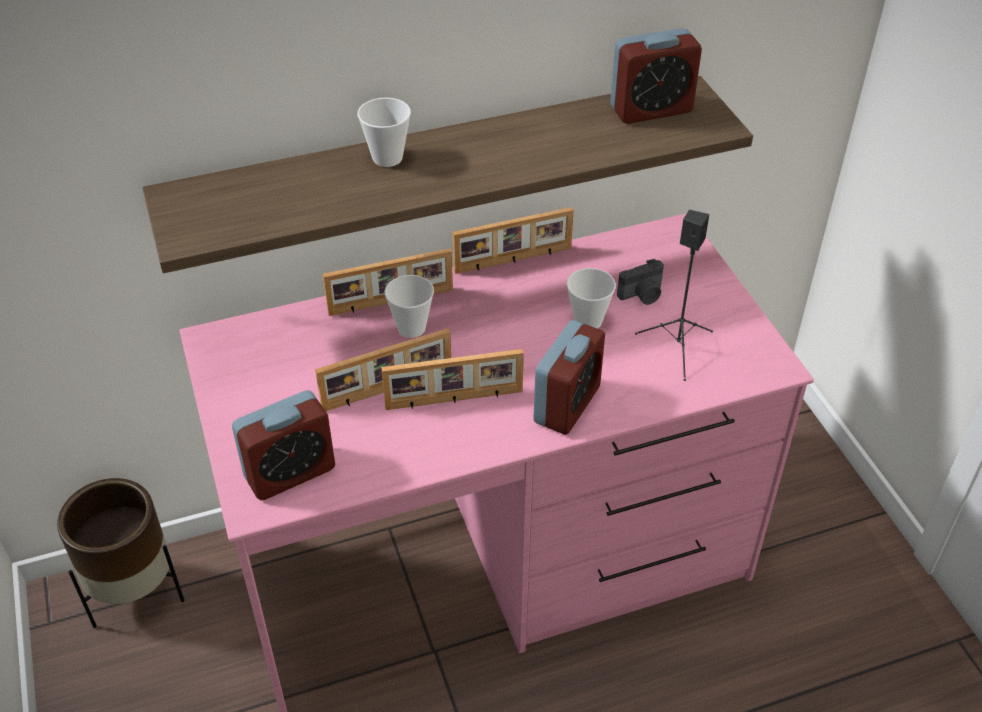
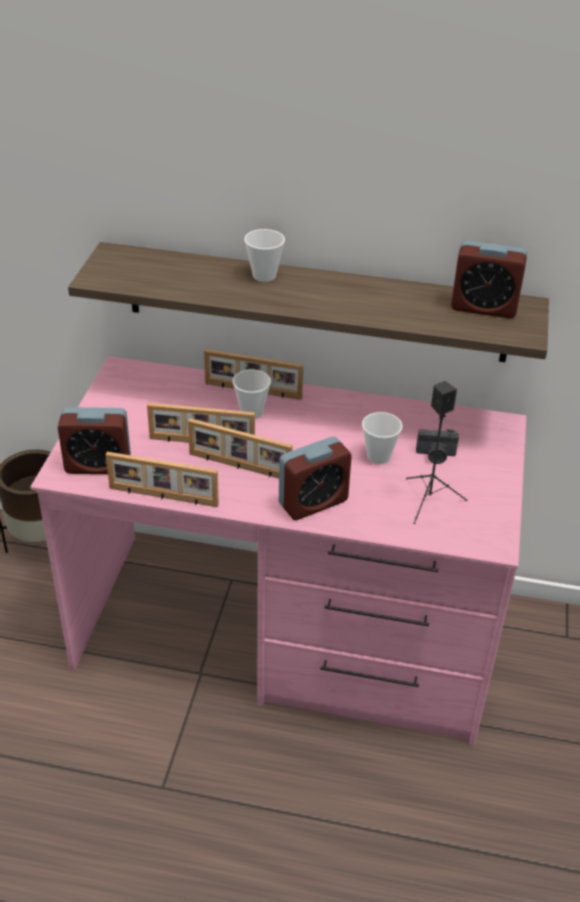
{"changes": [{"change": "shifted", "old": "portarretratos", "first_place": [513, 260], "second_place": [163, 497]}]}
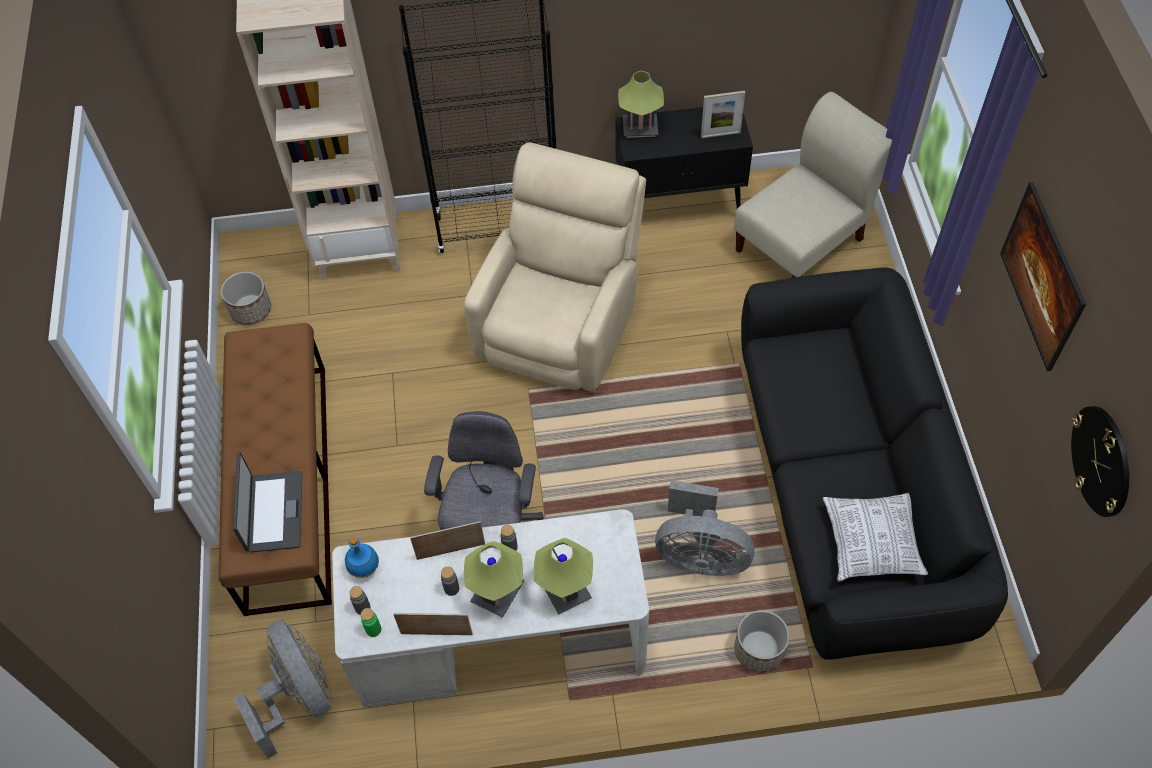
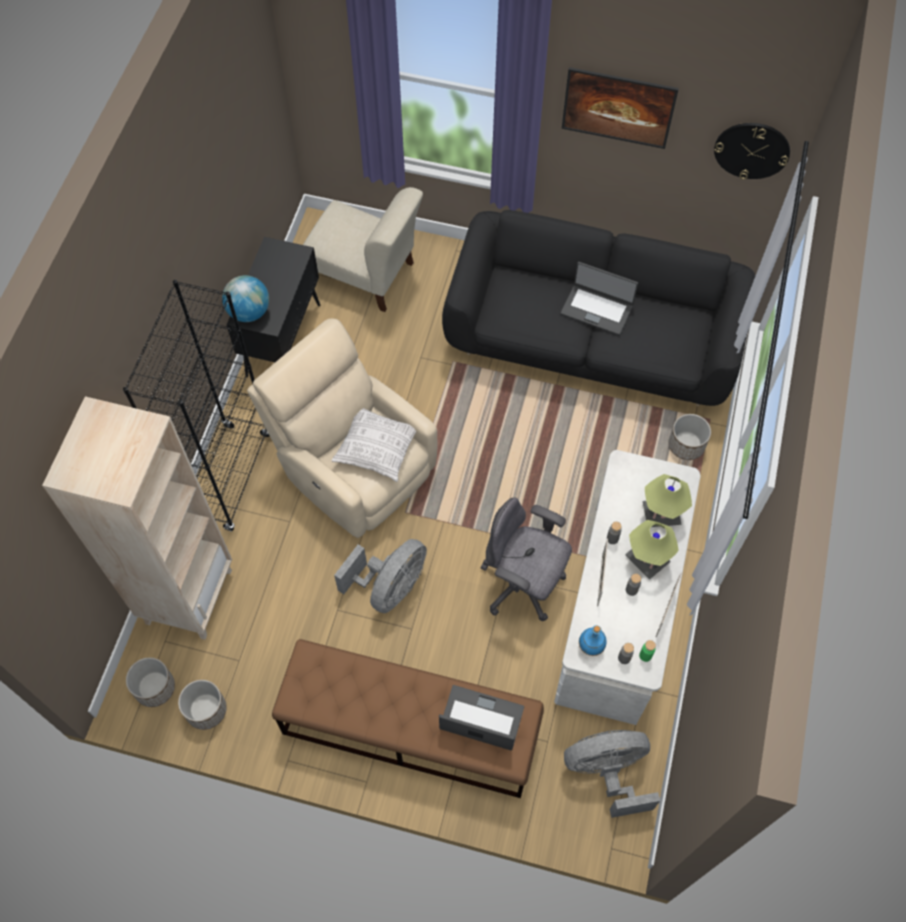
{"changes": [{"change": "swapped", "old": "lámpara de mesa", "new": "globo terráqueo", "first_place": [640, 128], "second_place": [249, 312]}, {"change": "shifted", "old": "ventilador/gris", "first_place": [700, 555], "second_place": [390, 587]}, {"change": "gone", "old": "portarretratos", "first_place": [720, 134]}, {"change": "rotated", "old": "silla/beis", "first_place": [803, 241], "second_place": [365, 275], "degrees": 135}, {"change": "shifted", "old": "cojín", "first_place": [871, 543], "second_place": [377, 449]}, {"change": "new", "new": "maceta", "second_place": [155, 687]}, {"change": "new", "new": "portátil", "second_place": [597, 309]}]}
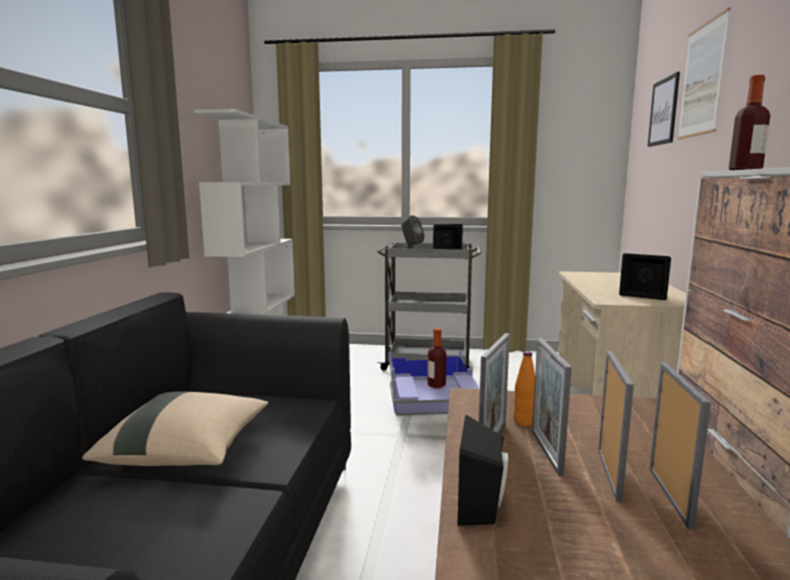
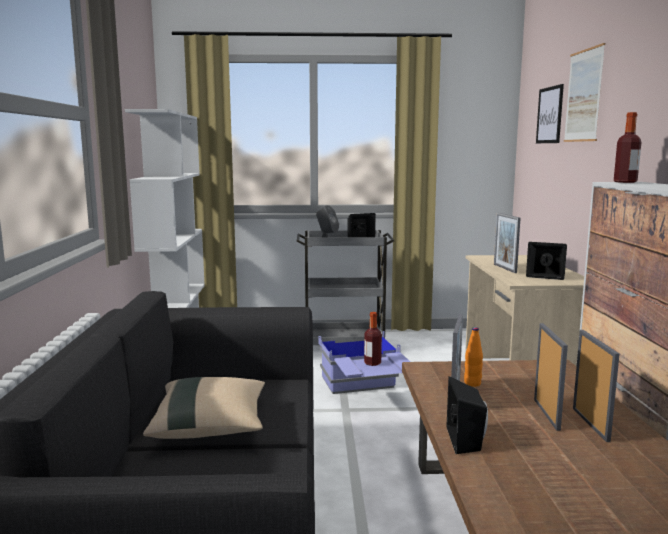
{"changes": [{"change": "shifted", "old": "portarretratos", "first_place": [546, 452], "second_place": [504, 268]}]}
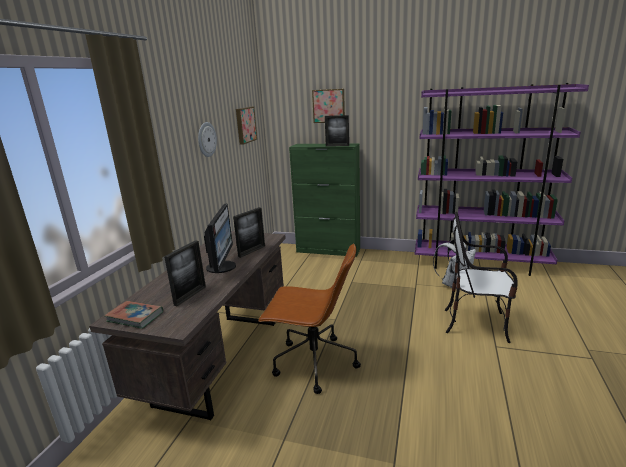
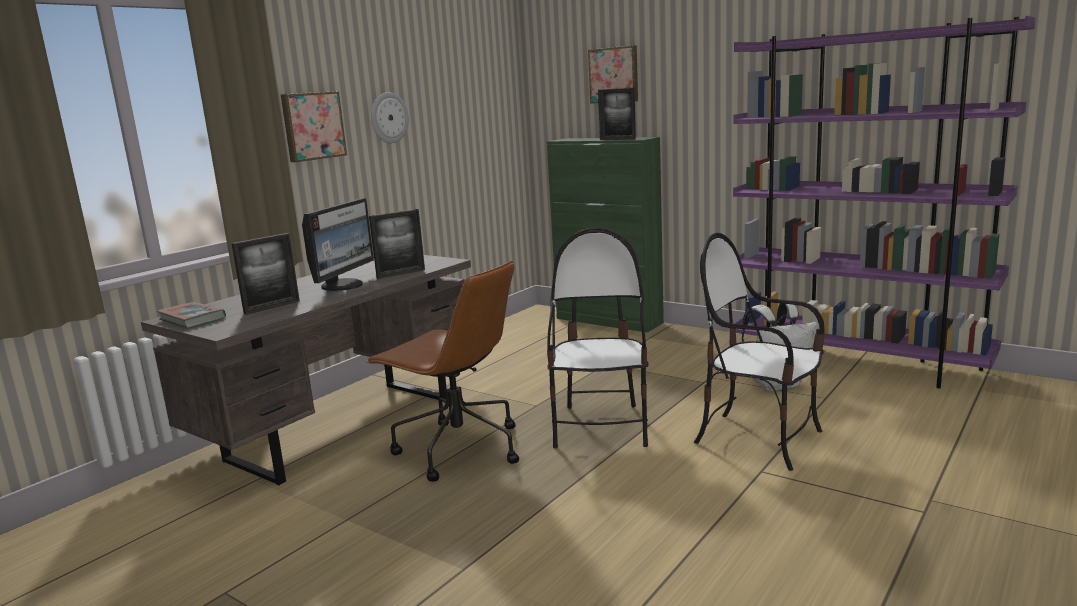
{"changes": [{"change": "shifted", "old": "cuadro", "first_place": [245, 125], "second_place": [312, 126]}, {"change": "new", "new": "silla", "second_place": [601, 427]}]}
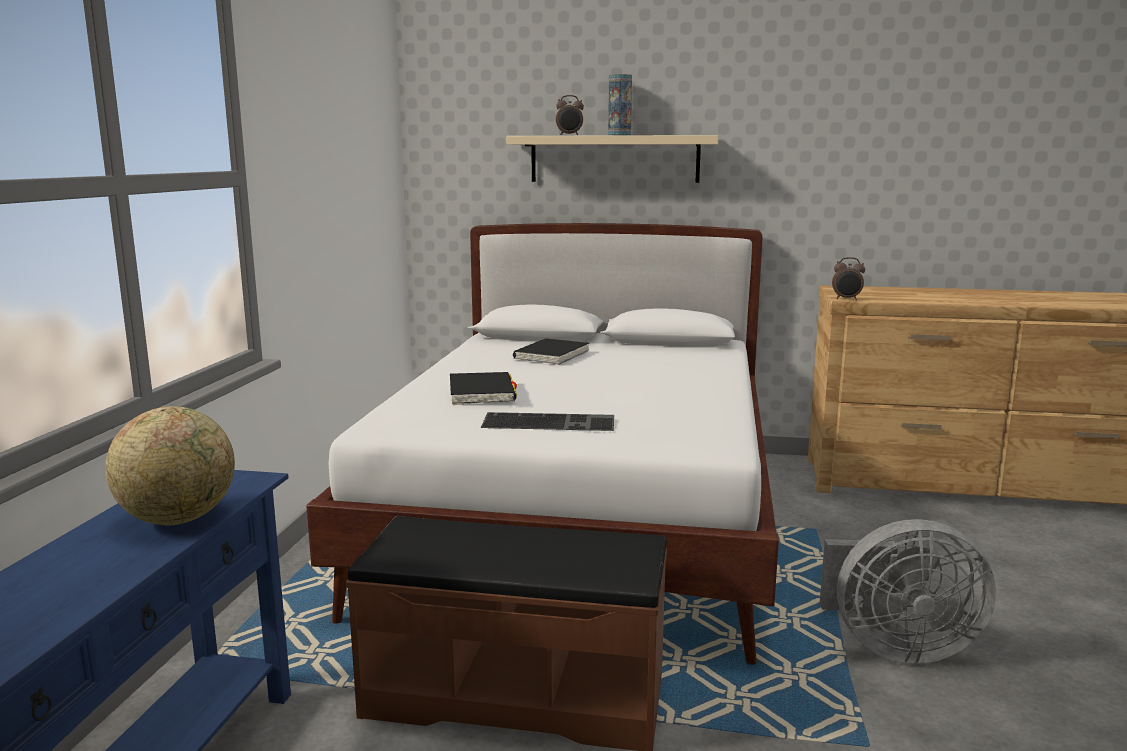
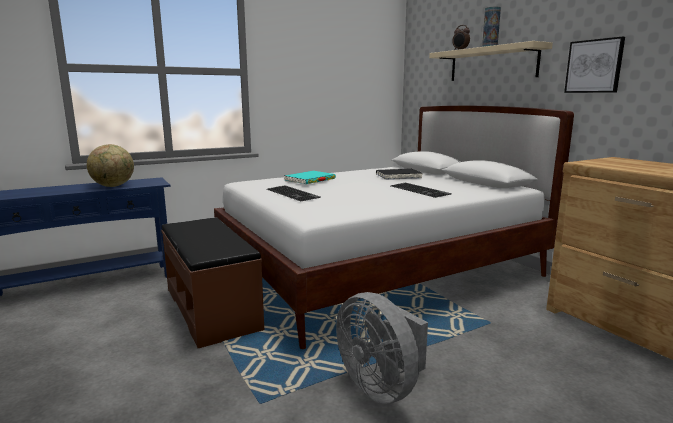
{"changes": [{"change": "repainted", "old": "libro/negro", "new": "libro/turquesa", "first_place": [482, 392], "second_place": [310, 180]}, {"change": "gone", "old": "despertador", "first_place": [846, 299]}, {"change": "new", "new": "teclado", "second_place": [420, 190]}, {"change": "new", "new": "cuadro", "second_place": [594, 66]}]}
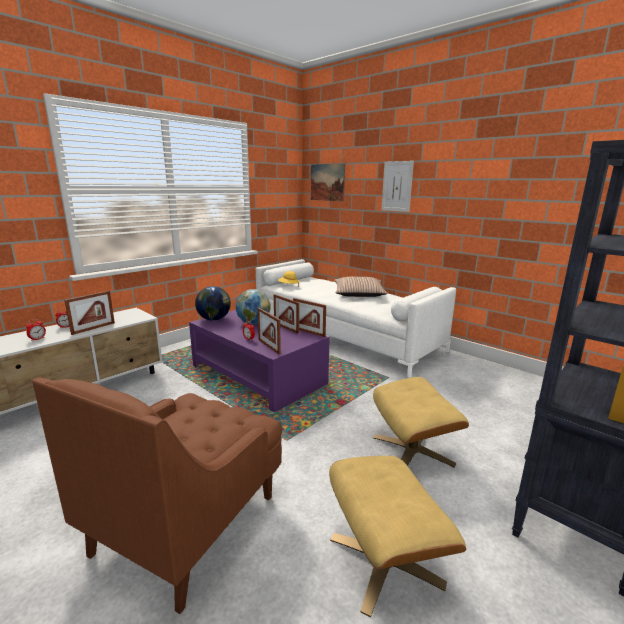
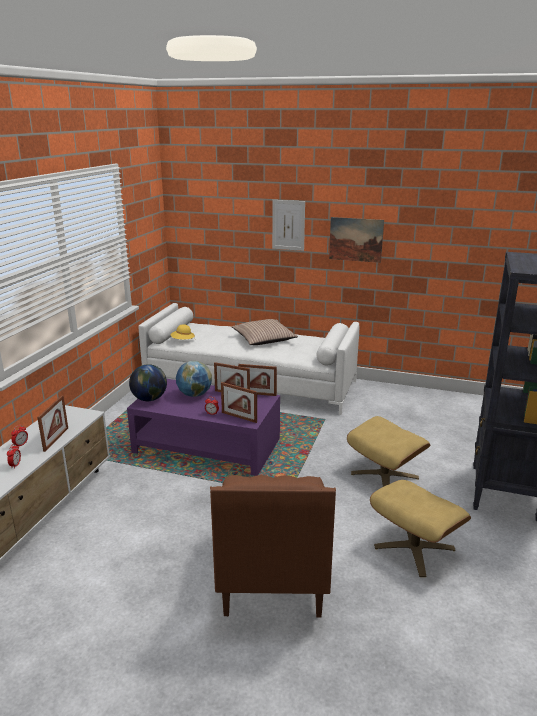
{"changes": [{"change": "shifted", "old": "cuadro", "first_place": [327, 182], "second_place": [356, 239]}]}
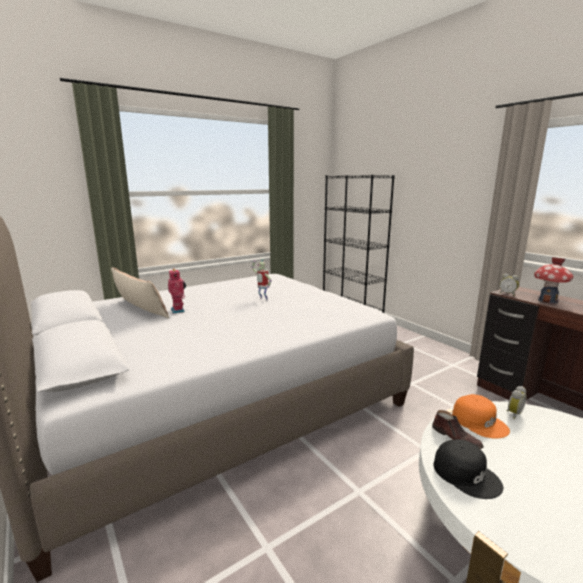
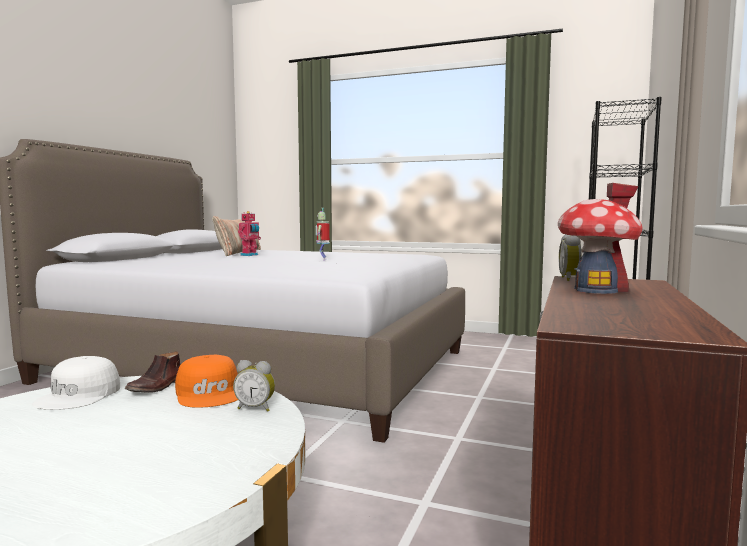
{"changes": [{"change": "repainted", "old": "gorra/negro", "new": "gorra/blanco", "first_place": [466, 474], "second_place": [80, 395]}, {"change": "rotated", "old": "gorra/naranja", "first_place": [479, 421], "second_place": [210, 393], "degrees": -45}]}
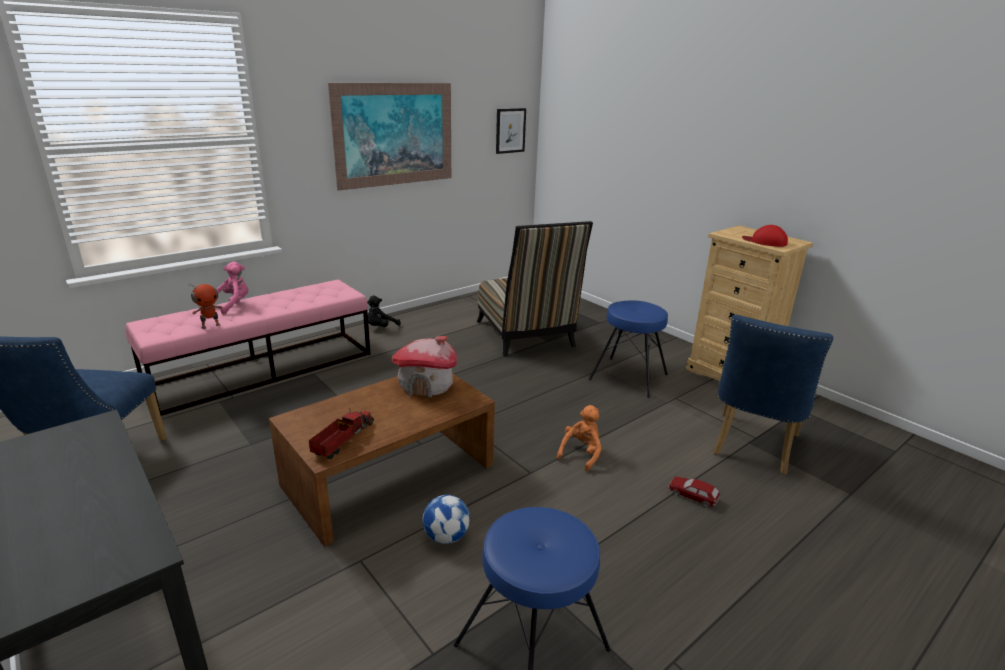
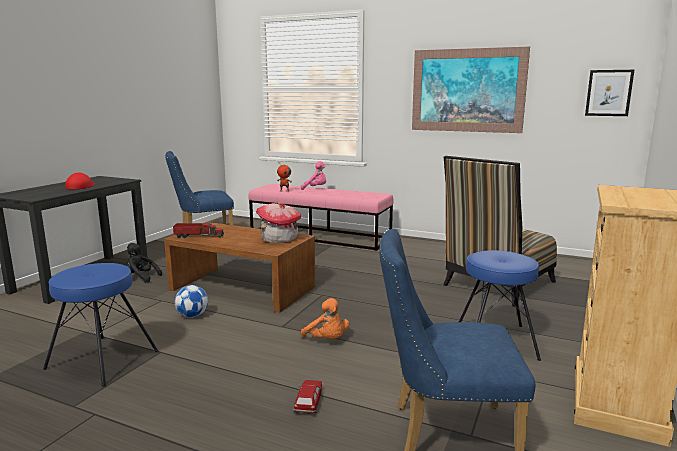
{"changes": [{"change": "shifted", "old": "peluche/negro", "first_place": [381, 327], "second_place": [140, 278]}, {"change": "rotated", "old": "peluche/naranja", "first_place": [581, 453], "second_place": [327, 340], "degrees": 45}, {"change": "shifted", "old": "gorra/rojo", "first_place": [765, 241], "second_place": [81, 186]}]}
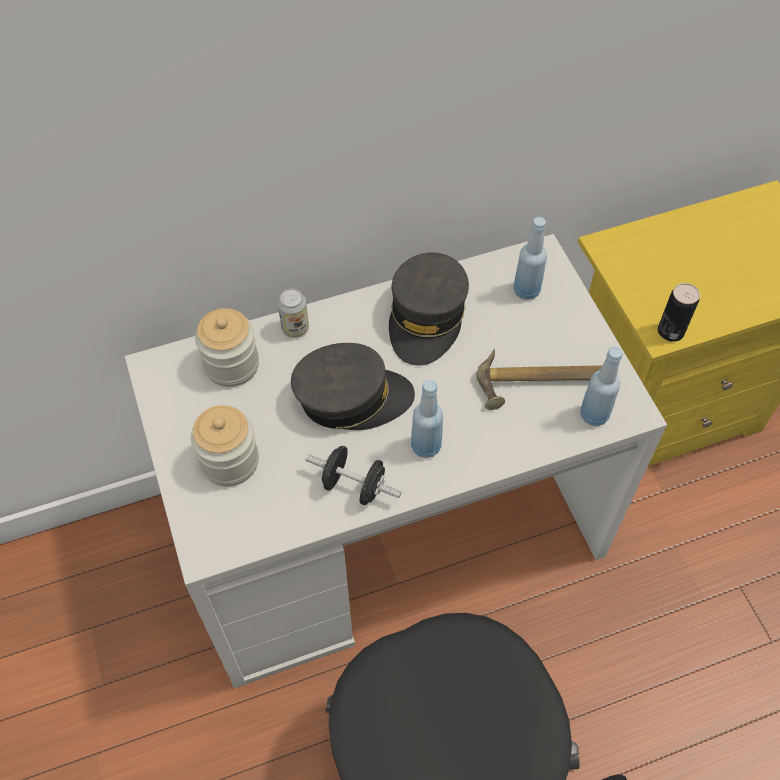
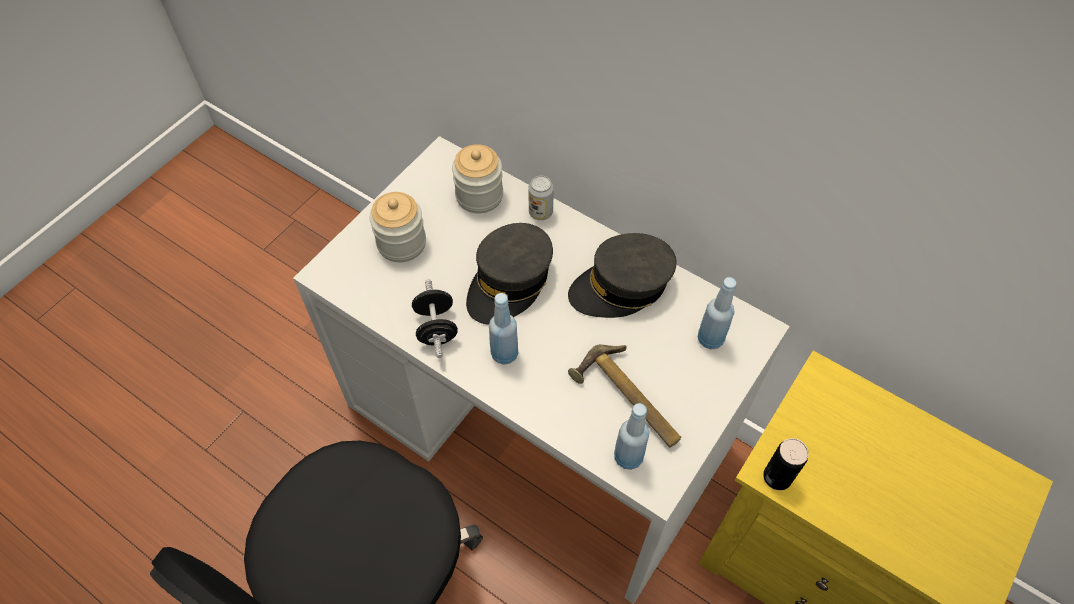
{"changes": [{"change": "rotated", "old": "gorra/gris", "first_place": [352, 398], "second_place": [509, 282], "degrees": 75}]}
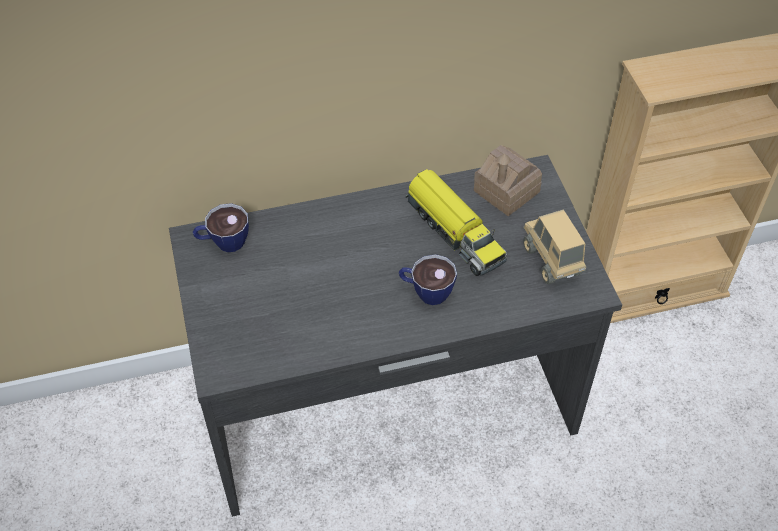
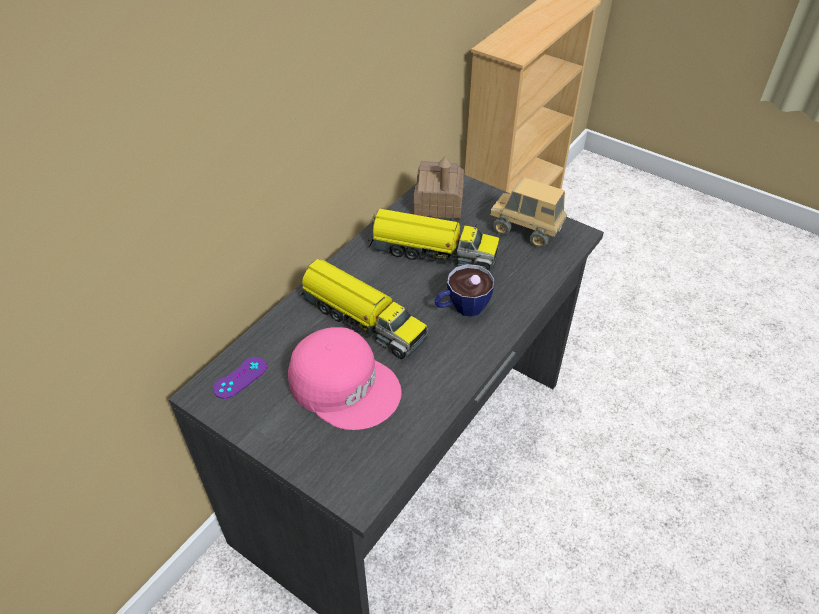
{"changes": [{"change": "swapped", "old": "taza", "new": "mando de consola/morado", "first_place": [223, 242], "second_place": [240, 377]}, {"change": "new", "new": "gorra/rosa", "second_place": [345, 384]}, {"change": "new", "new": "camión de juguete", "second_place": [362, 318]}]}
